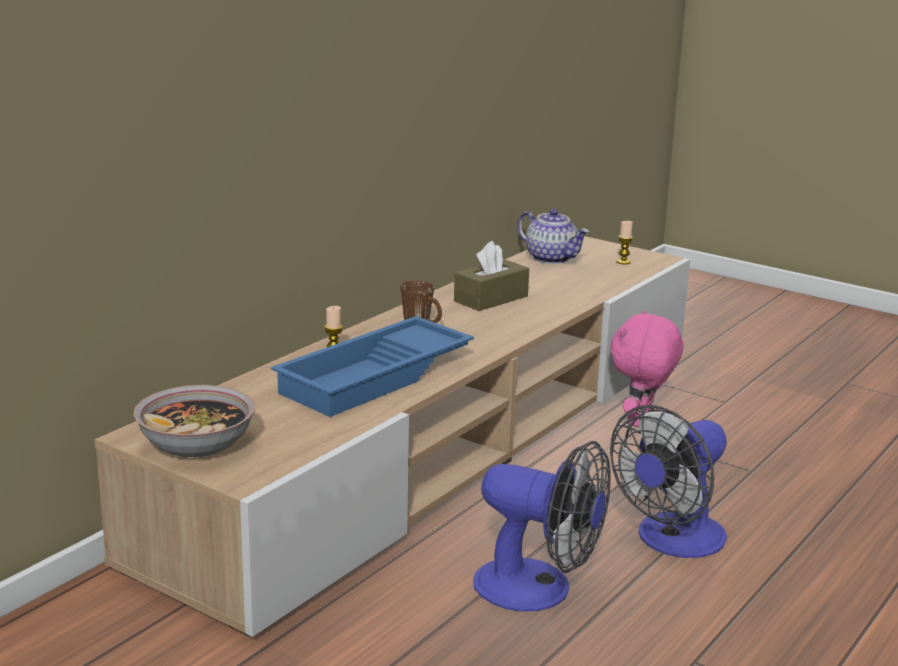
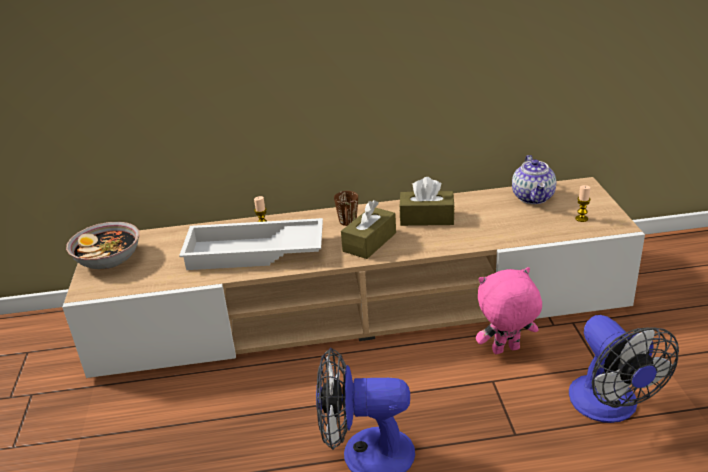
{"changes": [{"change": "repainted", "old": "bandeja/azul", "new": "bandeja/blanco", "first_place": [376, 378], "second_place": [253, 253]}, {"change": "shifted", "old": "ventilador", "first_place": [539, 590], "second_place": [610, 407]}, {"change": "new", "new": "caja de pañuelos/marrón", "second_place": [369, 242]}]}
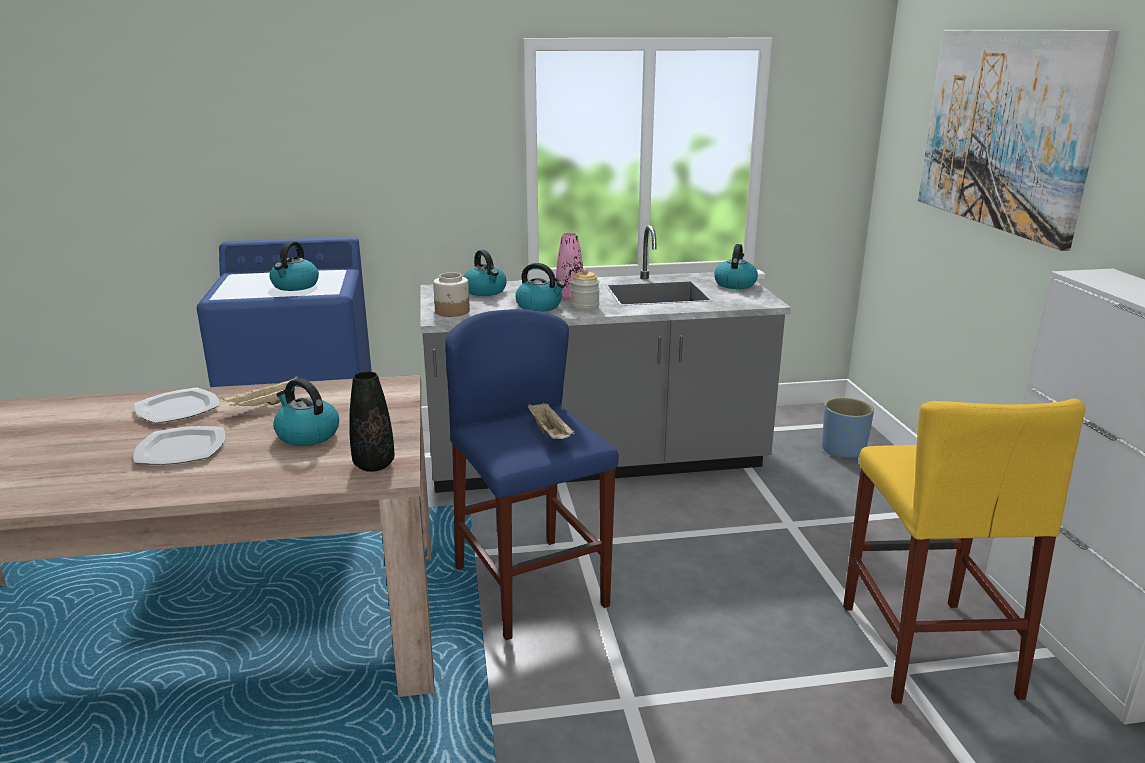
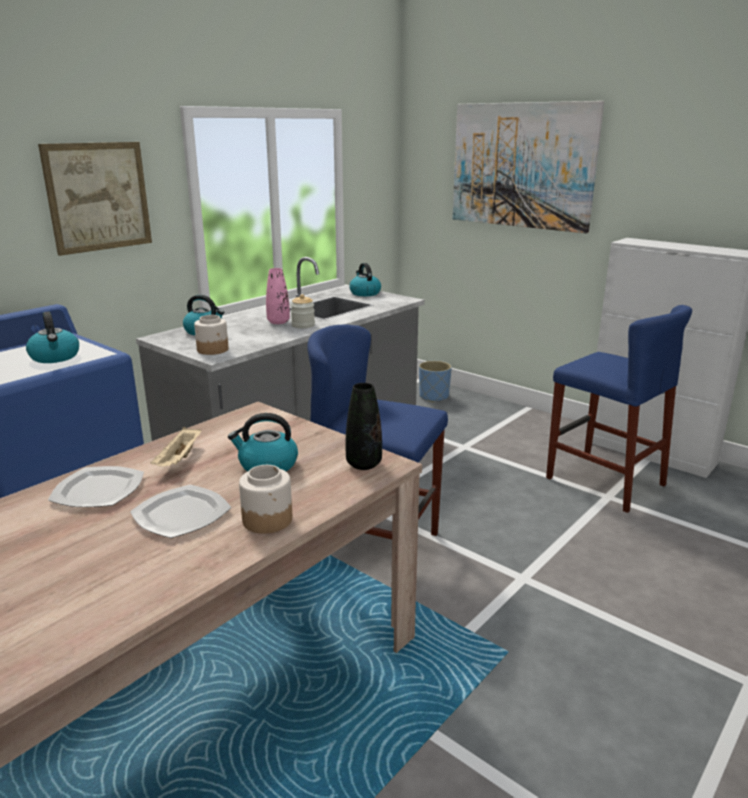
{"changes": [{"change": "gone", "old": "hervidor", "first_place": [540, 306]}, {"change": "gone", "old": "bandeja/beis", "first_place": [550, 434]}, {"change": "repainted", "old": "taburete/amarillo", "new": "taburete/azul", "first_place": [926, 649], "second_place": [604, 481]}, {"change": "new", "new": "cuadro", "second_place": [98, 197]}, {"change": "new", "new": "tarro", "second_place": [268, 519]}]}
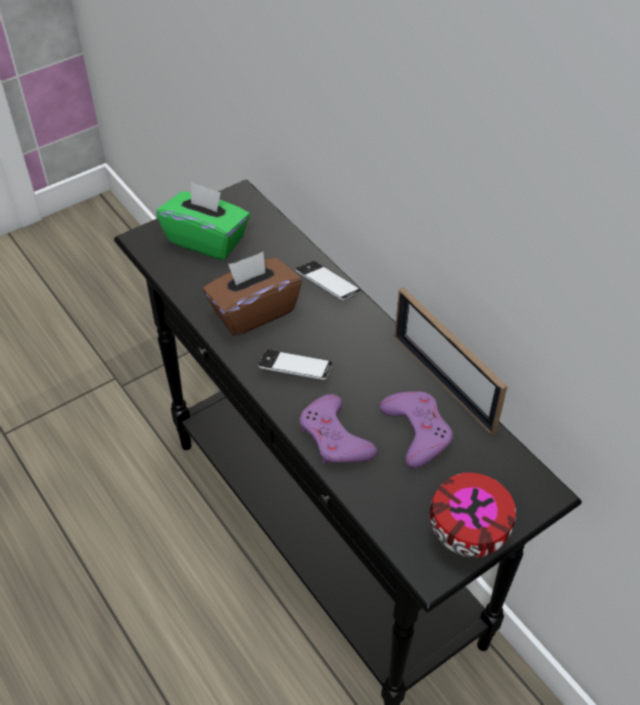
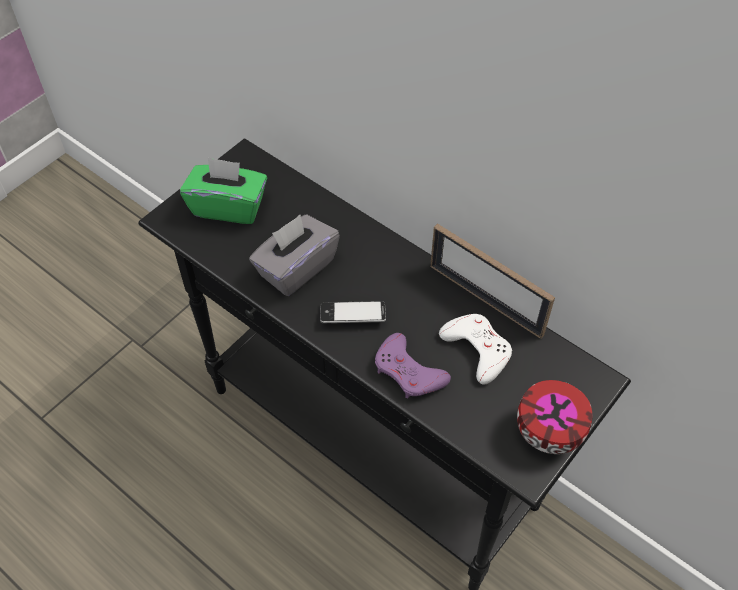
{"changes": [{"change": "repainted", "old": "caja de pañuelos/marrón", "new": "caja de pañuelos/gris", "first_place": [253, 311], "second_place": [296, 268]}, {"change": "gone", "old": "móvil", "first_place": [328, 285]}, {"change": "repainted", "old": "mando de consola/morado", "new": "mando de consola/blanco", "first_place": [416, 431], "second_place": [477, 349]}]}
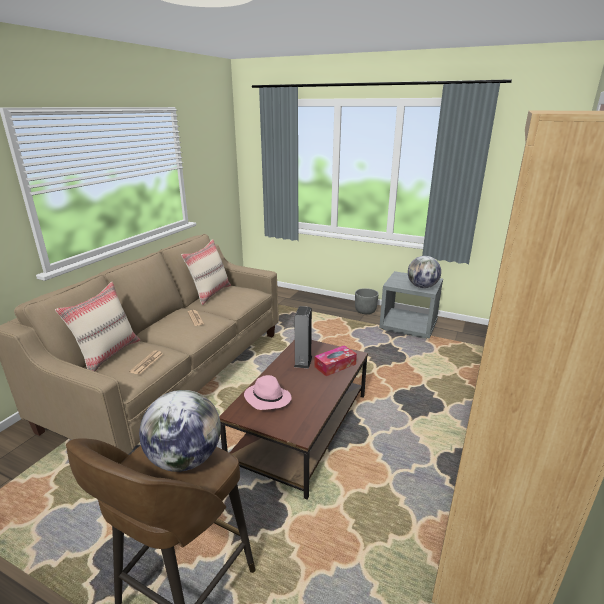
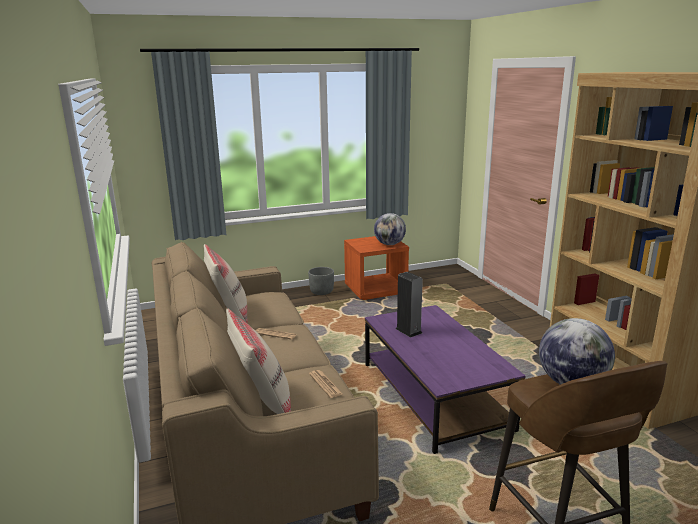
{"changes": [{"change": "repainted", "old": "mesa de centro/marrón", "new": "mesa de centro/morado", "first_place": [301, 427], "second_place": [433, 395]}, {"change": "gone", "old": "sombrero/rosa", "first_place": [267, 398]}, {"change": "gone", "old": "caja de pañuelos", "first_place": [335, 365]}, {"change": "repainted", "old": "mesita de noche/gris", "new": "mesita de noche/naranja", "first_place": [408, 326], "second_place": [376, 290]}]}
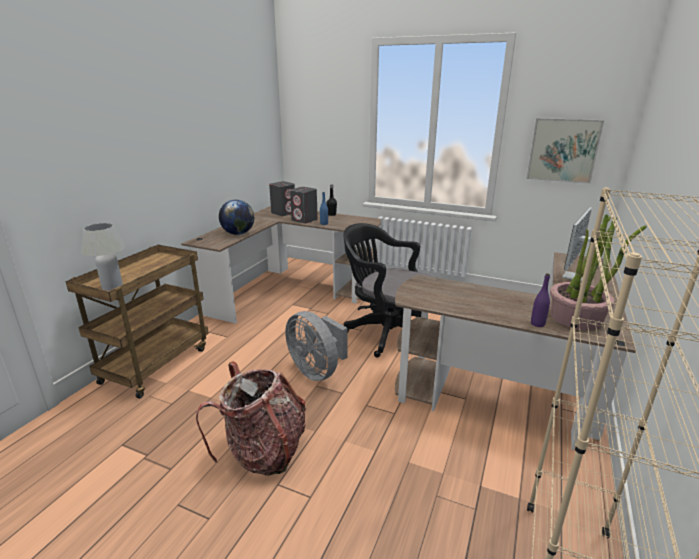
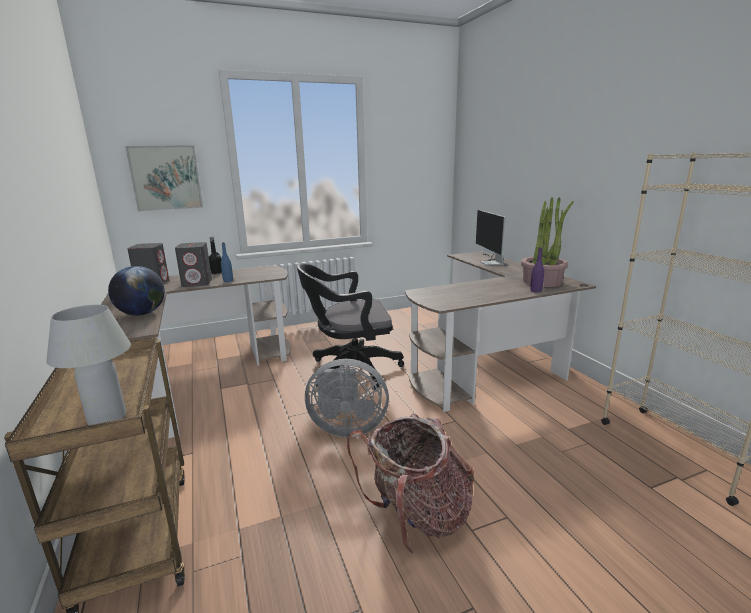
{"changes": [{"change": "shifted", "old": "cuadro", "first_place": [563, 150], "second_place": [166, 178]}]}
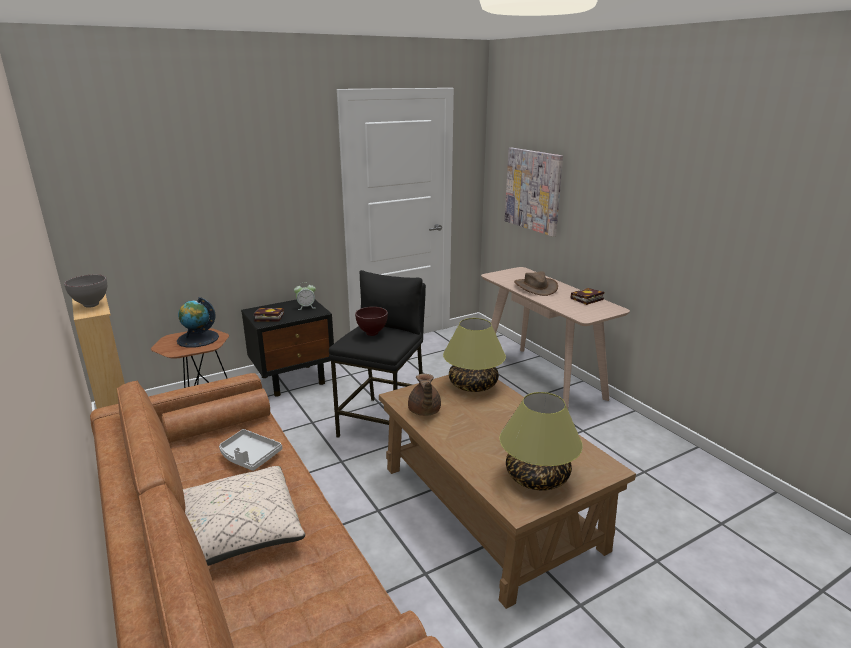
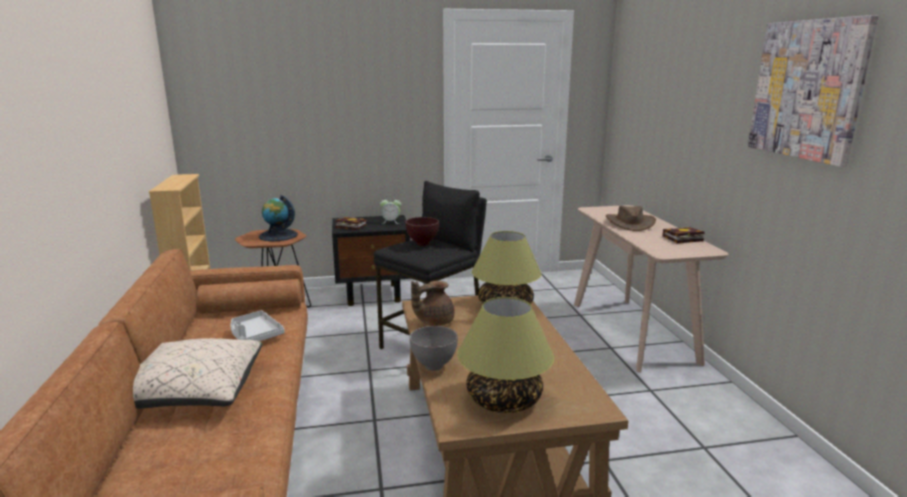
{"changes": [{"change": "shifted", "old": "cuenco/gris", "first_place": [92, 305], "second_place": [435, 366]}, {"change": "rotated", "old": "tetera/marrón", "first_place": [424, 411], "second_place": [434, 321], "degrees": 45}, {"change": "shifted", "old": "cuadro", "first_place": [533, 190], "second_place": [807, 89]}]}
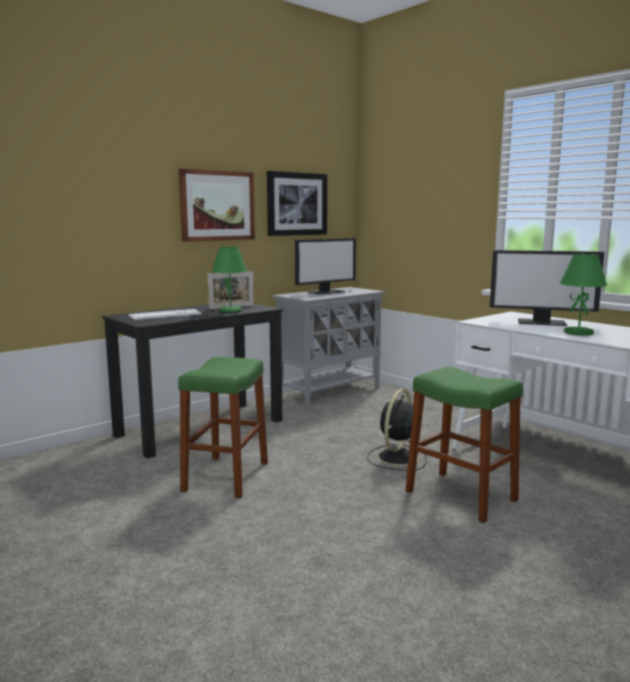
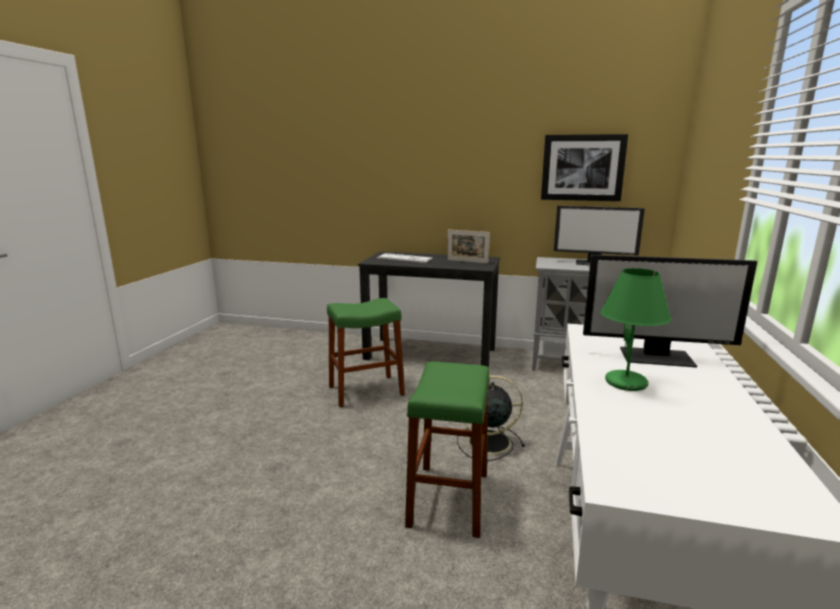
{"changes": [{"change": "gone", "old": "cuadro", "first_place": [217, 205]}, {"change": "gone", "old": "lámpara de mesa/verde", "first_place": [231, 311]}, {"change": "rotated", "old": "monitor", "first_place": [542, 322], "second_place": [657, 356], "degrees": -60}]}
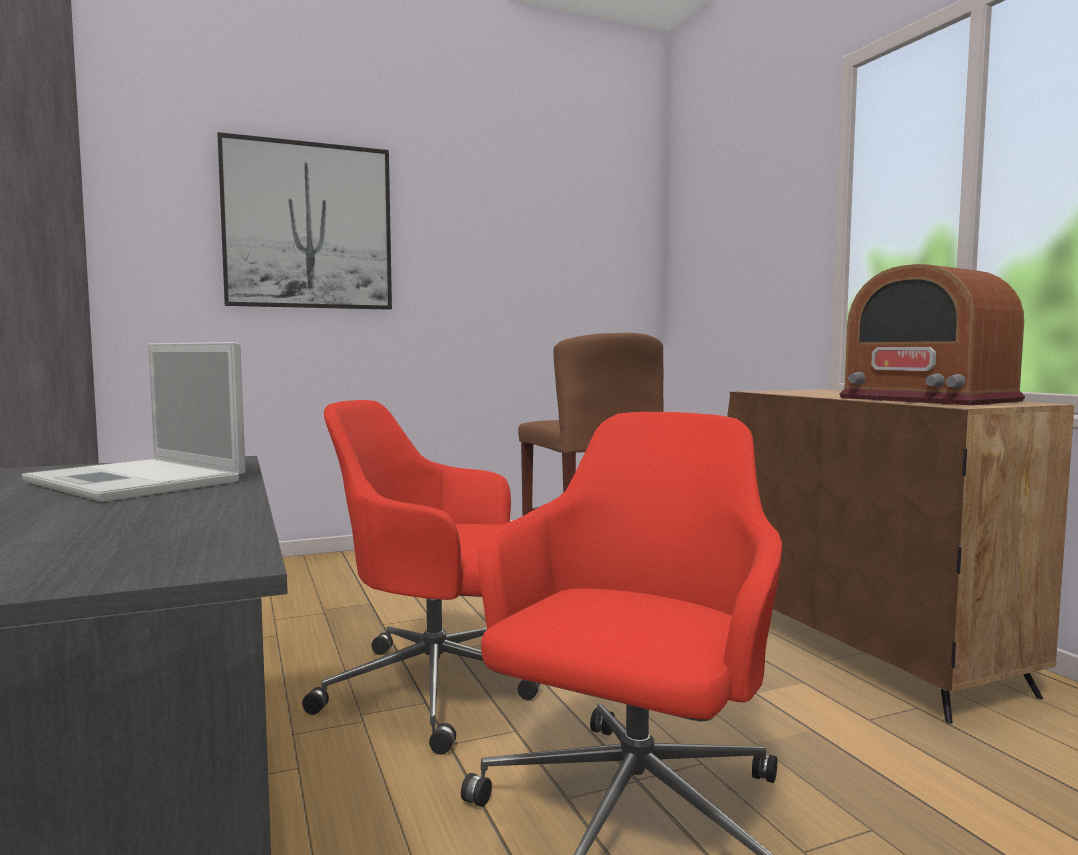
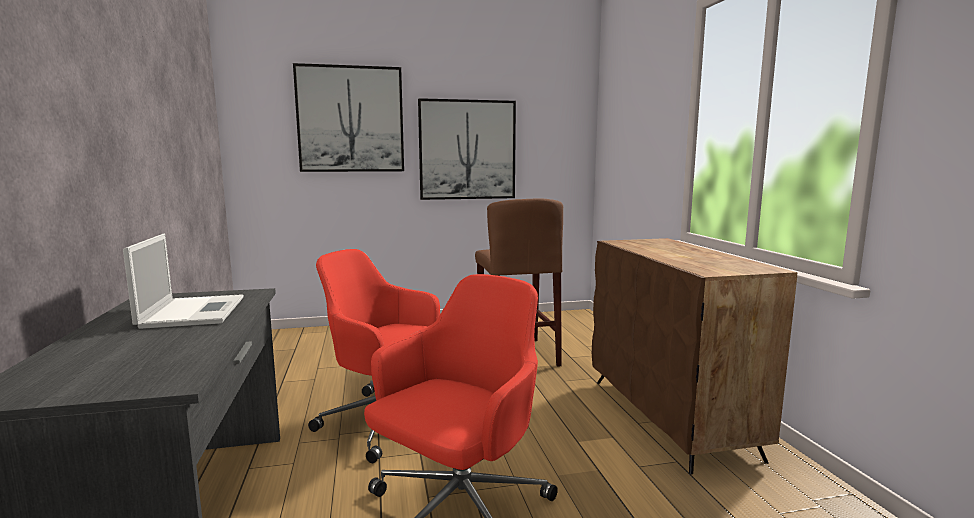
{"changes": [{"change": "rotated", "old": "portátil", "first_place": [138, 481], "second_place": [193, 311], "degrees": -150}, {"change": "gone", "old": "radio", "first_place": [927, 399]}, {"change": "new", "new": "cuadro", "second_place": [467, 150]}]}
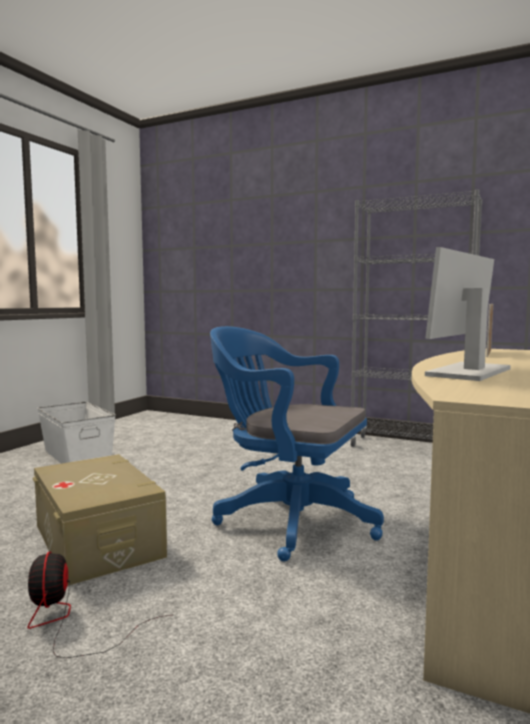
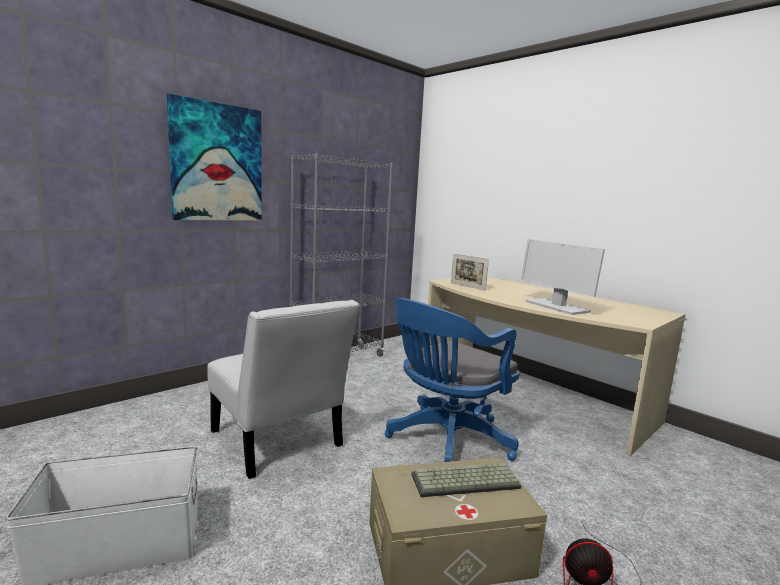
{"changes": [{"change": "new", "new": "cuadro", "second_place": [217, 163]}, {"change": "new", "new": "silla/blanco", "second_place": [278, 442]}, {"change": "new", "new": "teclado", "second_place": [465, 482]}]}
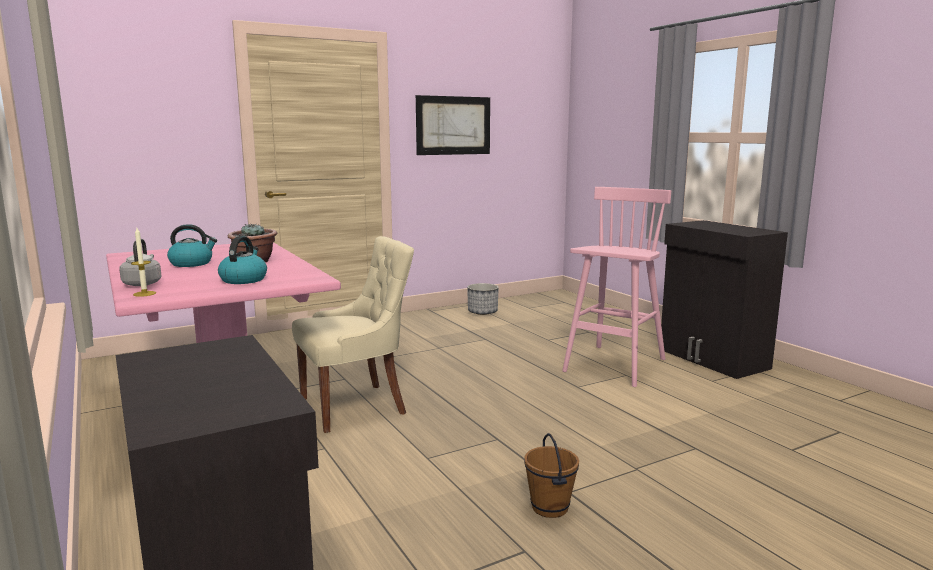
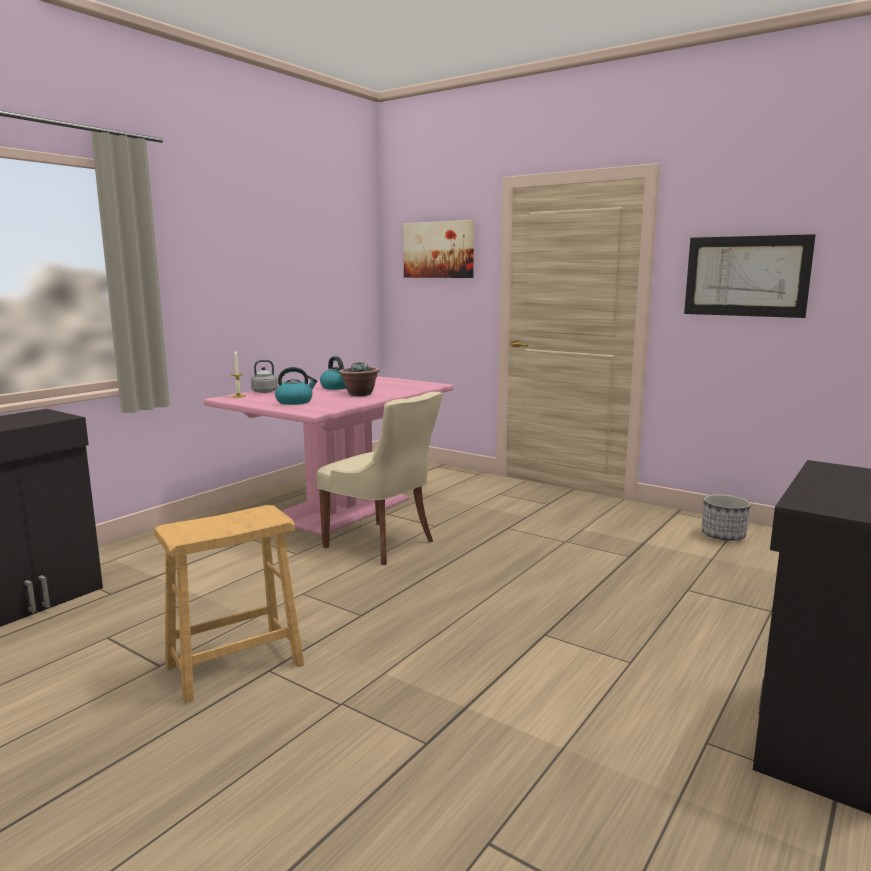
{"changes": [{"change": "swapped", "old": "cubo/marrón", "new": "taburete/marrón", "first_place": [550, 507], "second_place": [235, 665]}, {"change": "gone", "old": "taburete/rosa", "first_place": [614, 366]}, {"change": "new", "new": "cuadro", "second_place": [439, 250]}]}
